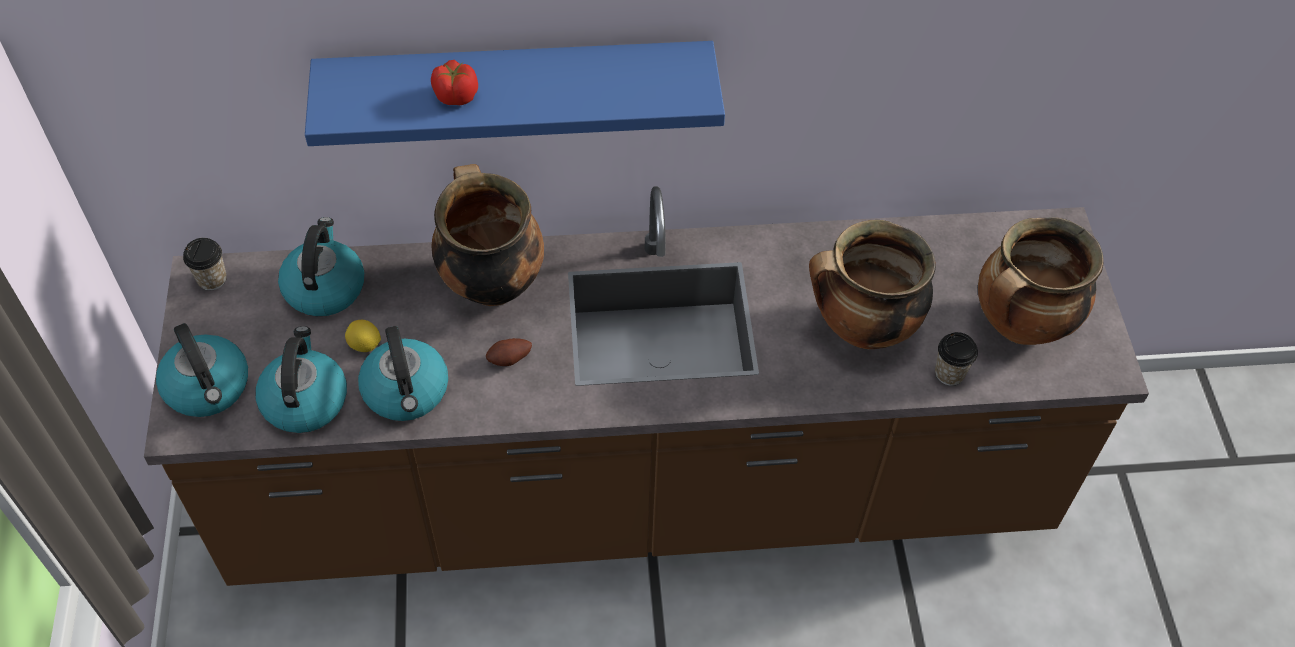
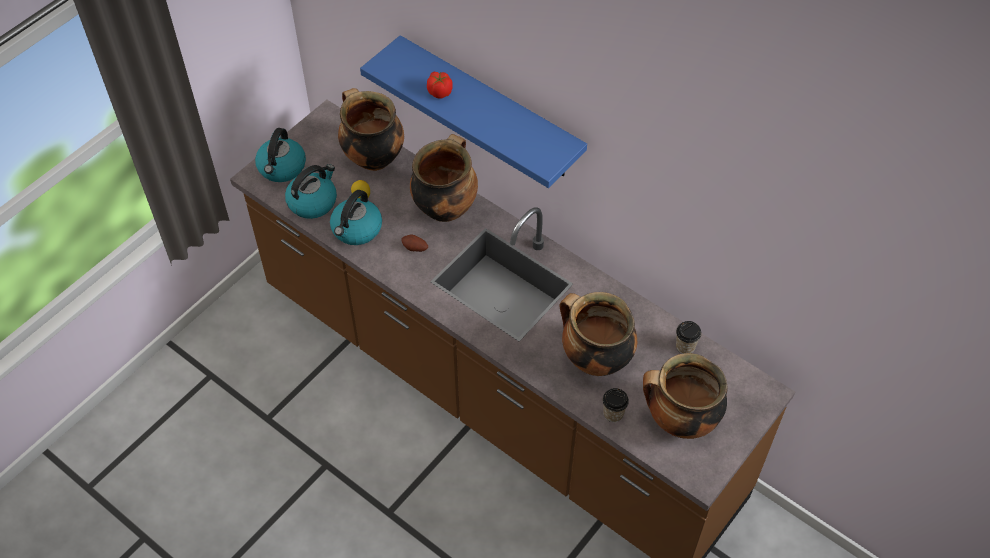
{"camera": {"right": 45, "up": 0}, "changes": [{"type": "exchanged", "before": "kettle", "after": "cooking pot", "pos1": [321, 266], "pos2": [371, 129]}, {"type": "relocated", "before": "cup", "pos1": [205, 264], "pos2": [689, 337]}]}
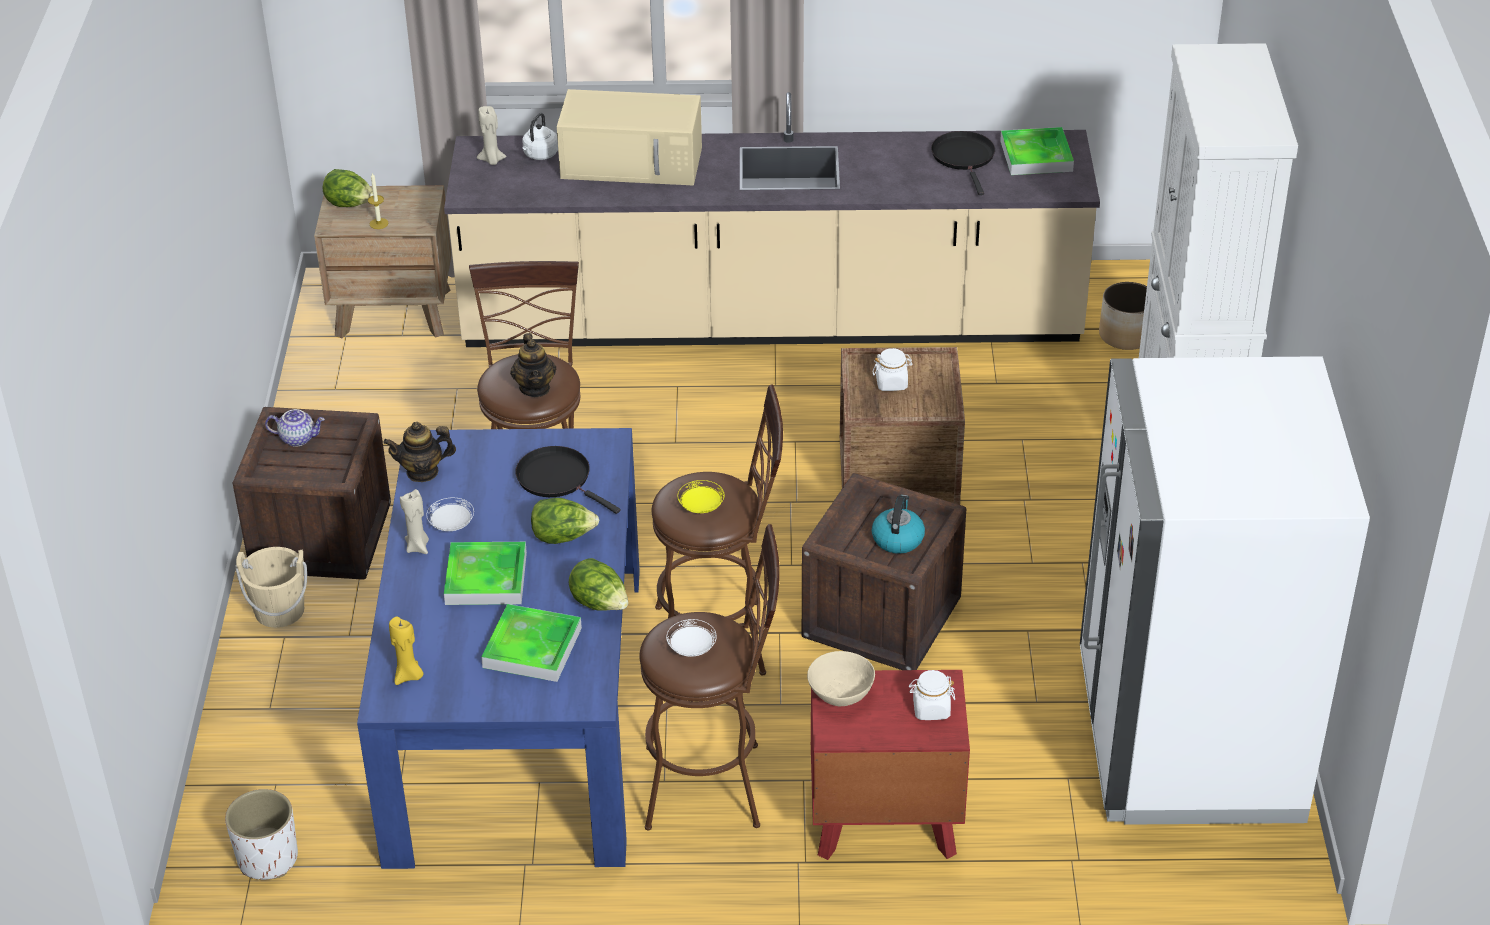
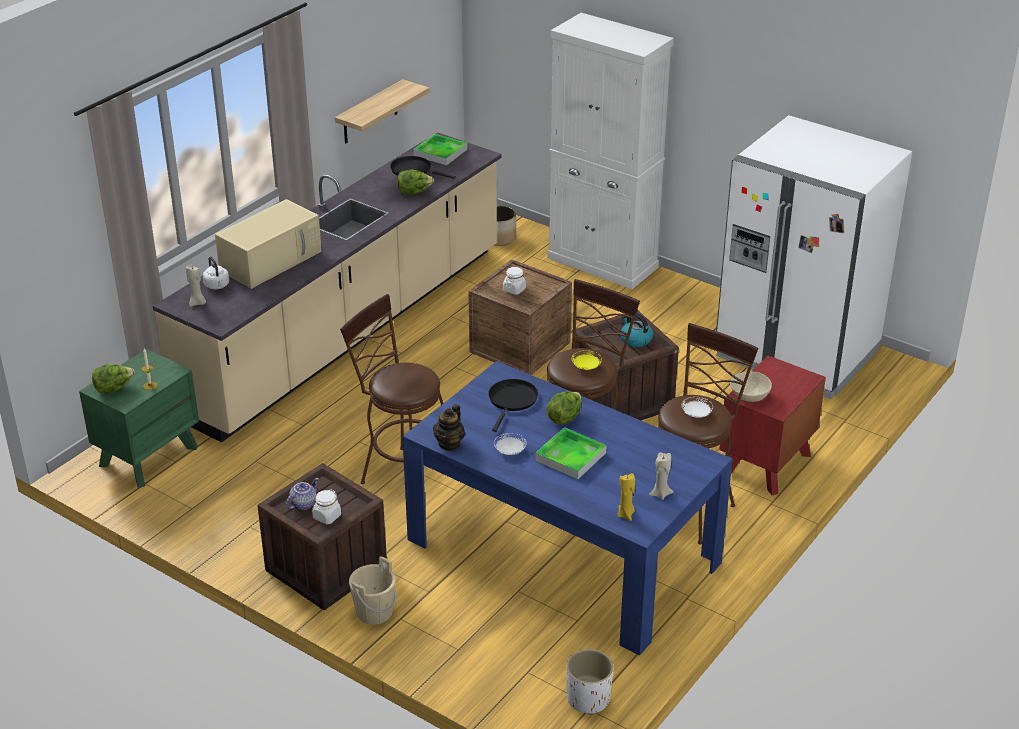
{"camera": {"right": -55, "up": -5}, "changes": [{"type": "colour", "before": "nightstand (brown)", "after": "nightstand (green)", "pos1": [382, 261], "pos2": [139, 418]}, {"type": "relocated", "before": "jar (white)", "pos1": [932, 695], "pos2": [326, 506]}, {"type": "appeared", "after": "shelf", "pos2": [382, 111]}, {"type": "relocated", "before": "lettuce", "pos1": [598, 584], "pos2": [415, 182]}, {"type": "spun", "before": "frying pan (black)", "pos1": [568, 480], "pos2": [513, 405], "turn": 120}, {"type": "relocated", "before": "candle (beige)", "pos1": [414, 521], "pos2": [661, 476]}, {"type": "missing", "before": "tray", "pos1": [531, 643]}, {"type": "missing", "before": "teapot", "pos1": [533, 365]}]}
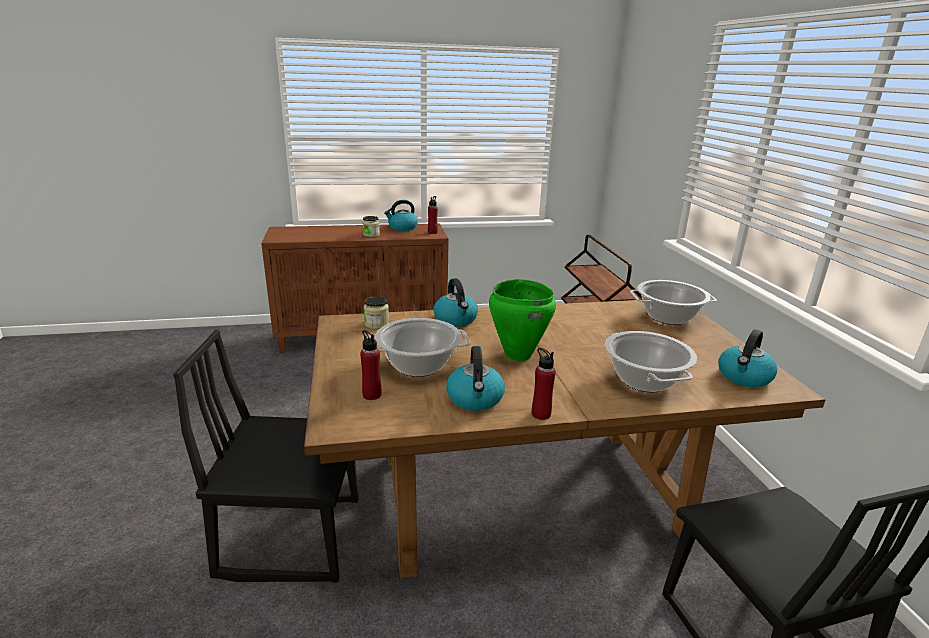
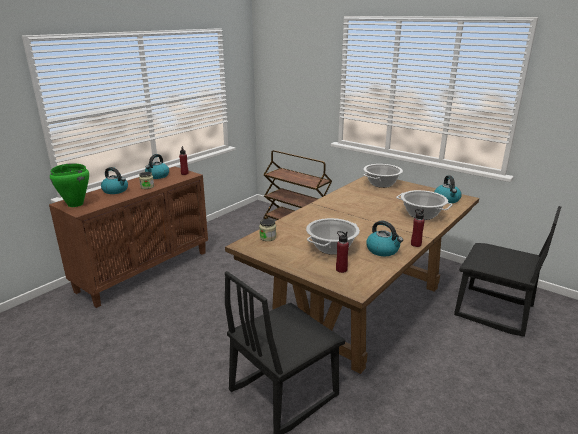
{"camera": {"right": -40, "up": 0}, "changes": [{"type": "relocated", "before": "cooking pot (green)", "pos1": [522, 320], "pos2": [69, 185]}, {"type": "relocated", "before": "kettle", "pos1": [455, 302], "pos2": [114, 180]}]}
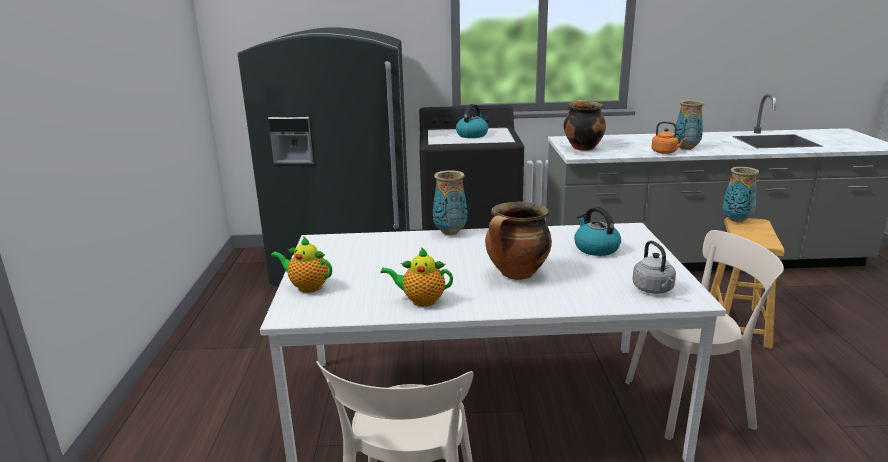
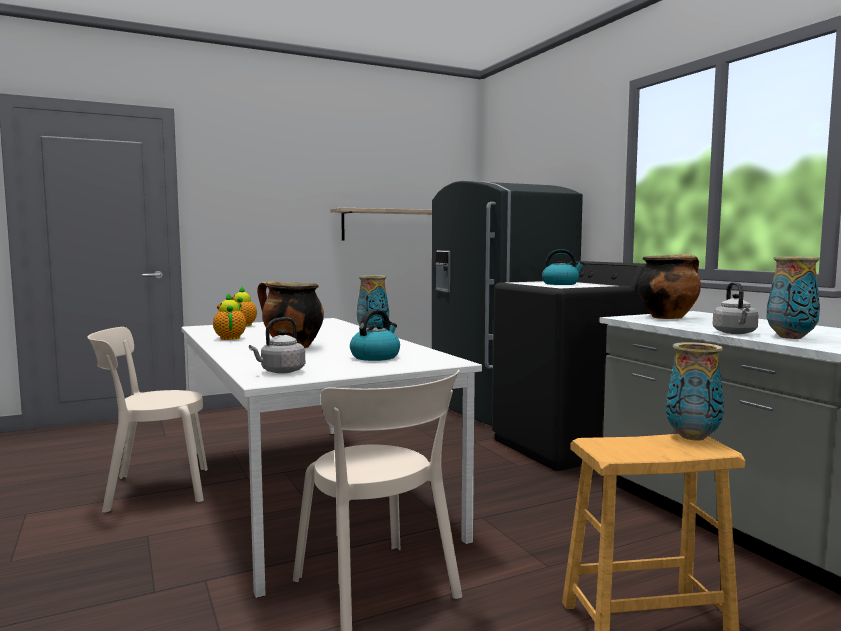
{"camera": {"right": 65, "up": -15}, "changes": [{"type": "appeared", "after": "shelf", "pos2": [381, 223]}, {"type": "colour", "before": "kettle (orange)", "after": "kettle (grey)", "pos1": [668, 137], "pos2": [736, 308]}]}
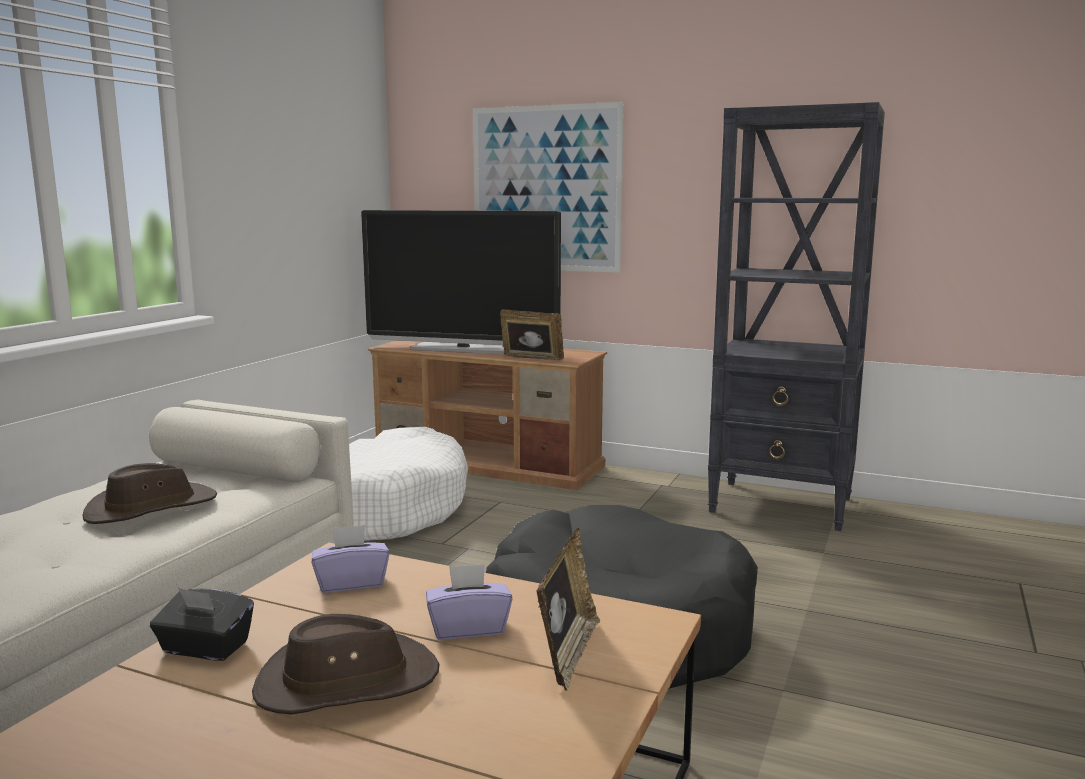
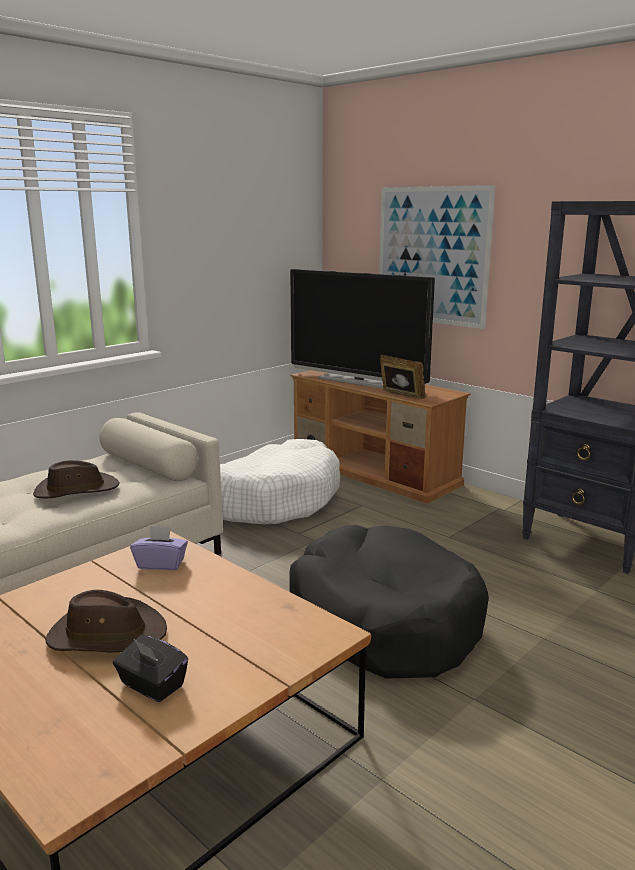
{"camera": {"right": 20, "up": 5}, "changes": [{"type": "relocated", "before": "tissue box (black)", "pos1": [202, 624], "pos2": [150, 668]}, {"type": "missing", "before": "tissue box (purple)", "pos1": [469, 601]}, {"type": "missing", "before": "picture frame", "pos1": [568, 609]}]}
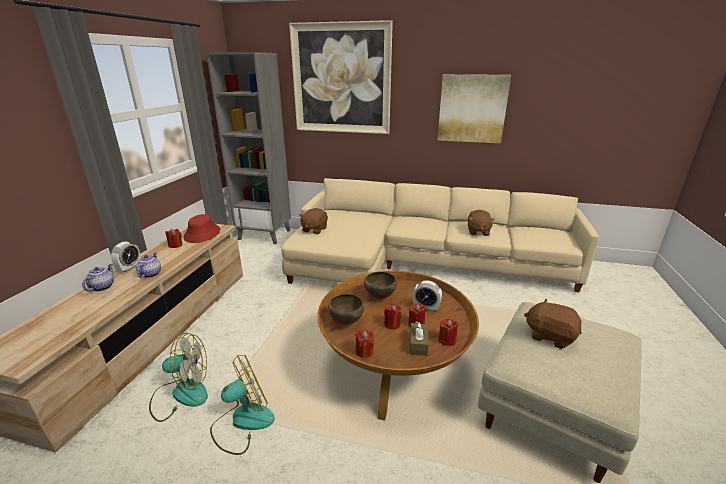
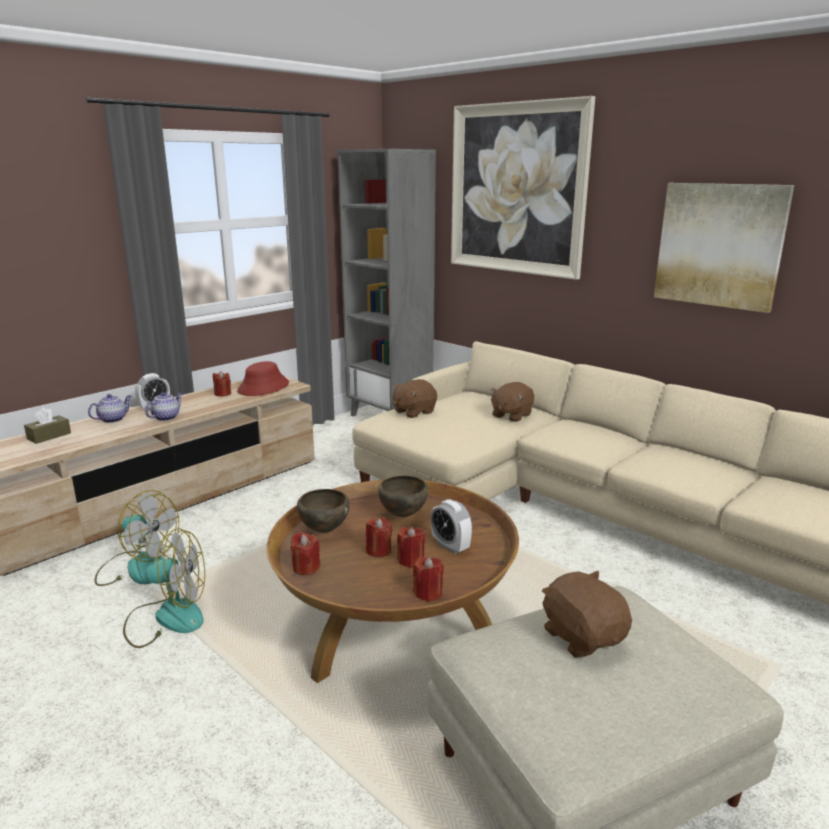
{"camera": {"right": 30, "up": -5}, "changes": [{"type": "relocated", "before": "tissue box (brown)", "pos1": [419, 338], "pos2": [47, 425]}, {"type": "relocated", "before": "plush toy (brown)", "pos1": [481, 223], "pos2": [512, 402]}]}
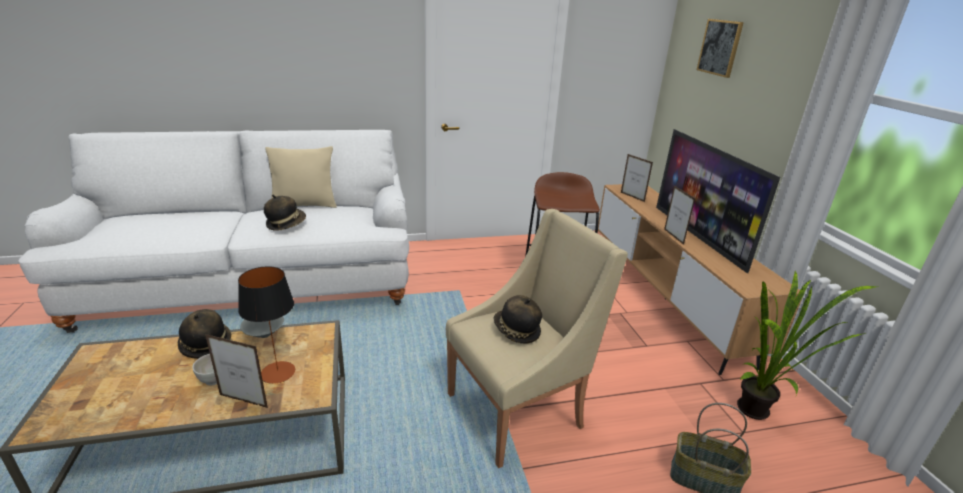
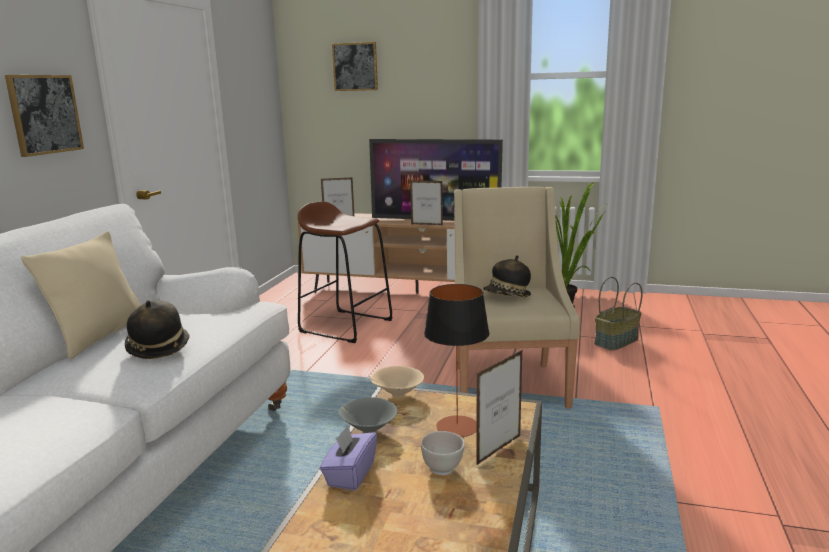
{"camera": {"right": -60, "up": -10}, "changes": [{"type": "appeared", "after": "picture", "pos2": [44, 116]}, {"type": "exchanged", "before": "hat", "after": "tissue box (purple)", "pos1": [204, 334], "pos2": [348, 457]}, {"type": "appeared", "after": "bowl (beige)", "pos2": [397, 381]}]}
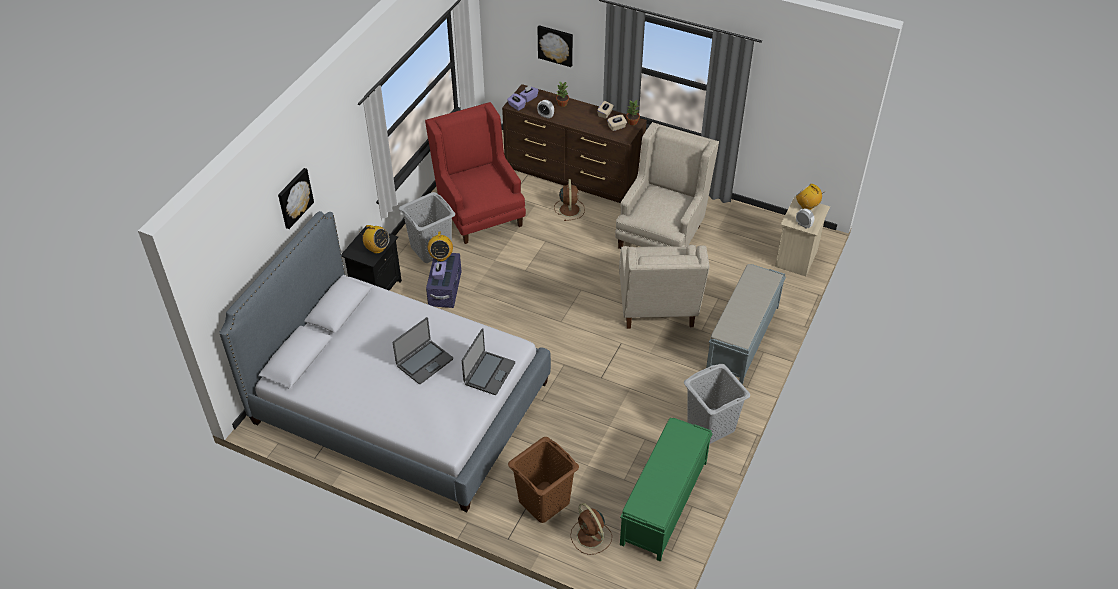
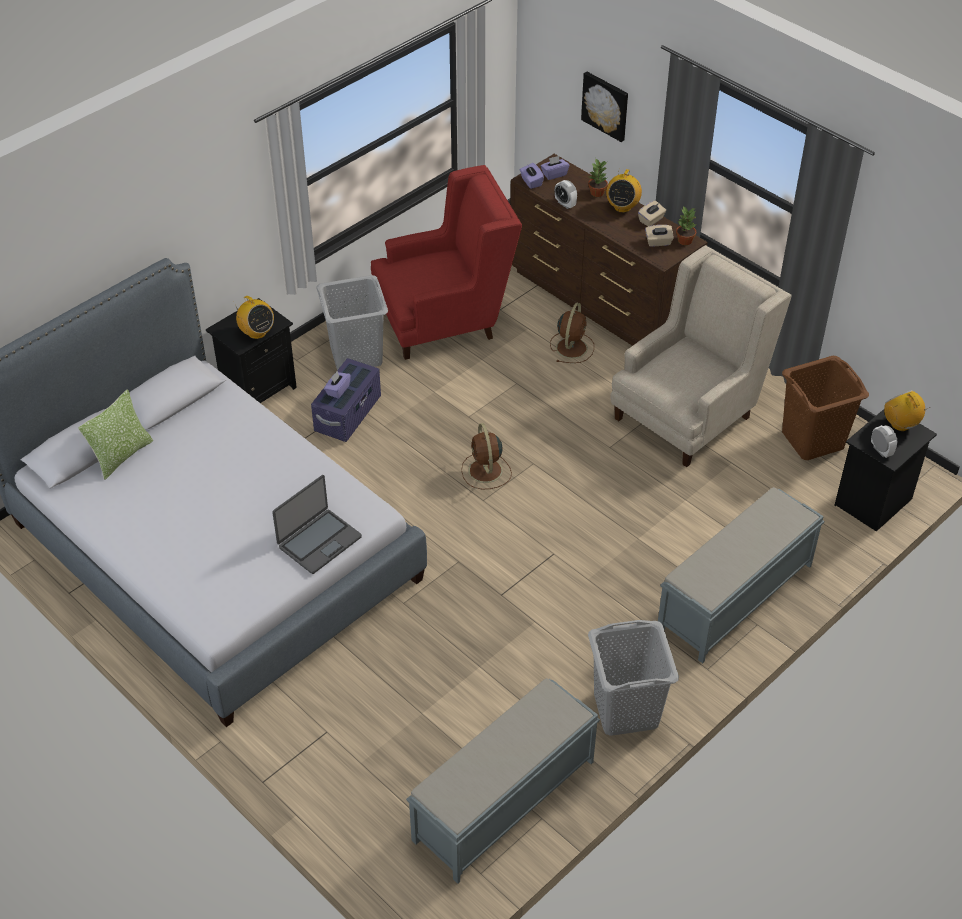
{"camera": {"right": 20, "up": 0}, "changes": [{"type": "appeared", "after": "pillow", "pos2": [115, 434]}, {"type": "spun", "before": "armchair (red)", "pos1": [475, 173], "pos2": [446, 262], "turn": 75}, {"type": "colour", "before": "bench (green)", "after": "bench (grey)", "pos1": [666, 490], "pos2": [503, 781]}, {"type": "relocated", "before": "fan (brown)", "pos1": [591, 529], "pos2": [486, 456]}, {"type": "relocated", "before": "radio", "pos1": [440, 246], "pos2": [624, 191]}, {"type": "relocated", "before": "laundry basket (brown)", "pos1": [543, 480], "pos2": [825, 408]}, {"type": "colour", "before": "nightstand (beige)", "after": "nightstand (black)", "pos1": [802, 236], "pos2": [885, 470]}, {"type": "missing", "before": "picture", "pos1": [296, 198]}, {"type": "missing", "before": "laptop", "pos1": [423, 350]}, {"type": "missing", "before": "armchair (beige)", "pos1": [664, 287]}]}
